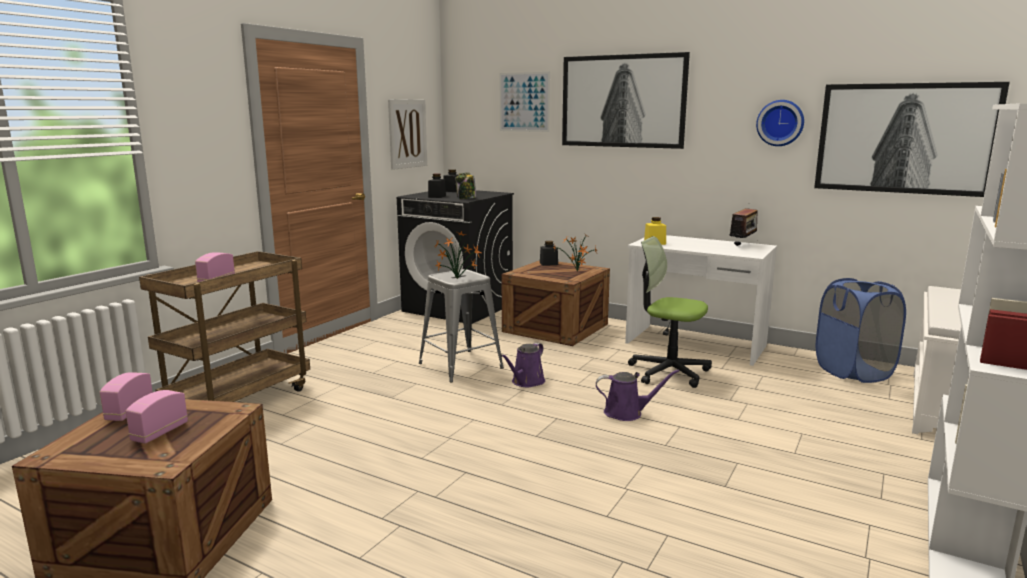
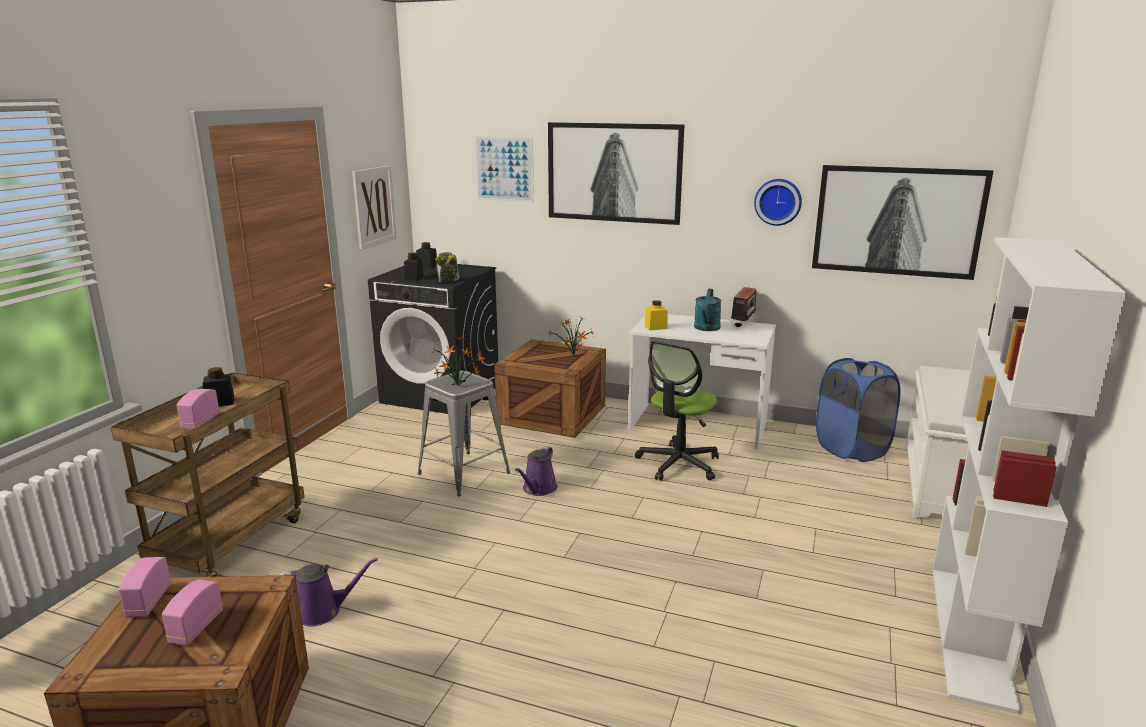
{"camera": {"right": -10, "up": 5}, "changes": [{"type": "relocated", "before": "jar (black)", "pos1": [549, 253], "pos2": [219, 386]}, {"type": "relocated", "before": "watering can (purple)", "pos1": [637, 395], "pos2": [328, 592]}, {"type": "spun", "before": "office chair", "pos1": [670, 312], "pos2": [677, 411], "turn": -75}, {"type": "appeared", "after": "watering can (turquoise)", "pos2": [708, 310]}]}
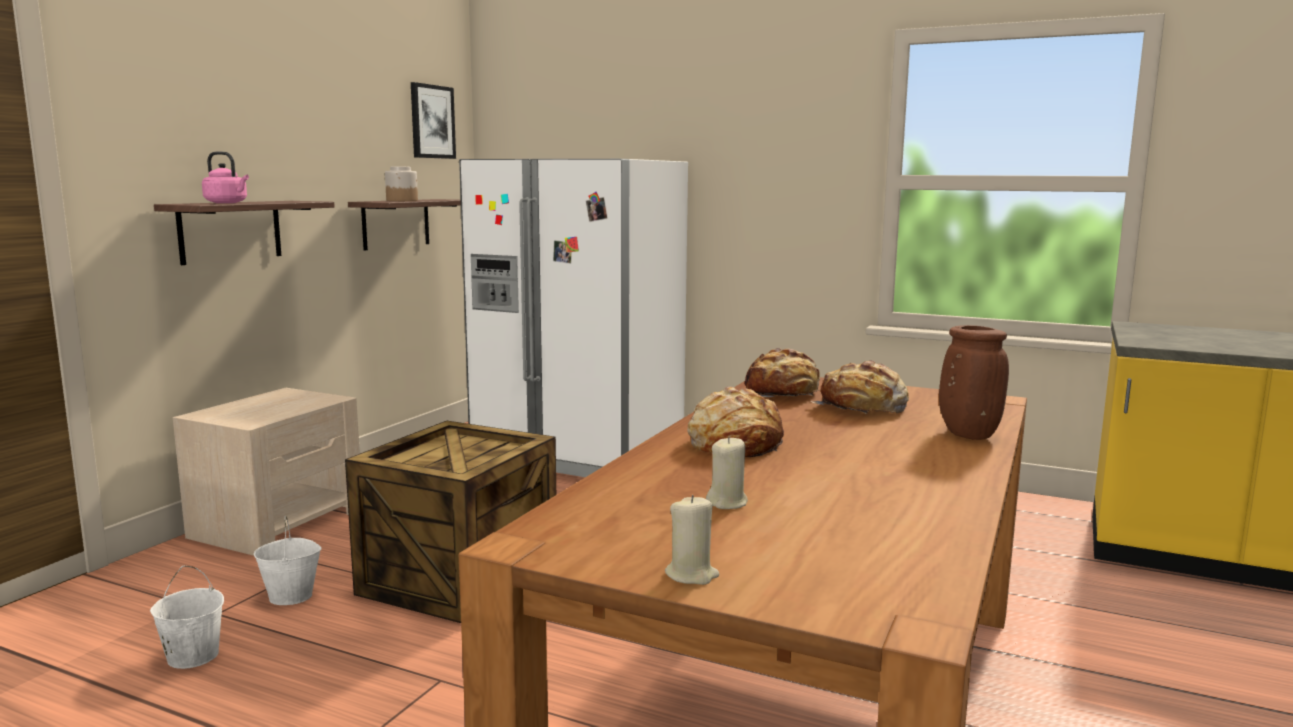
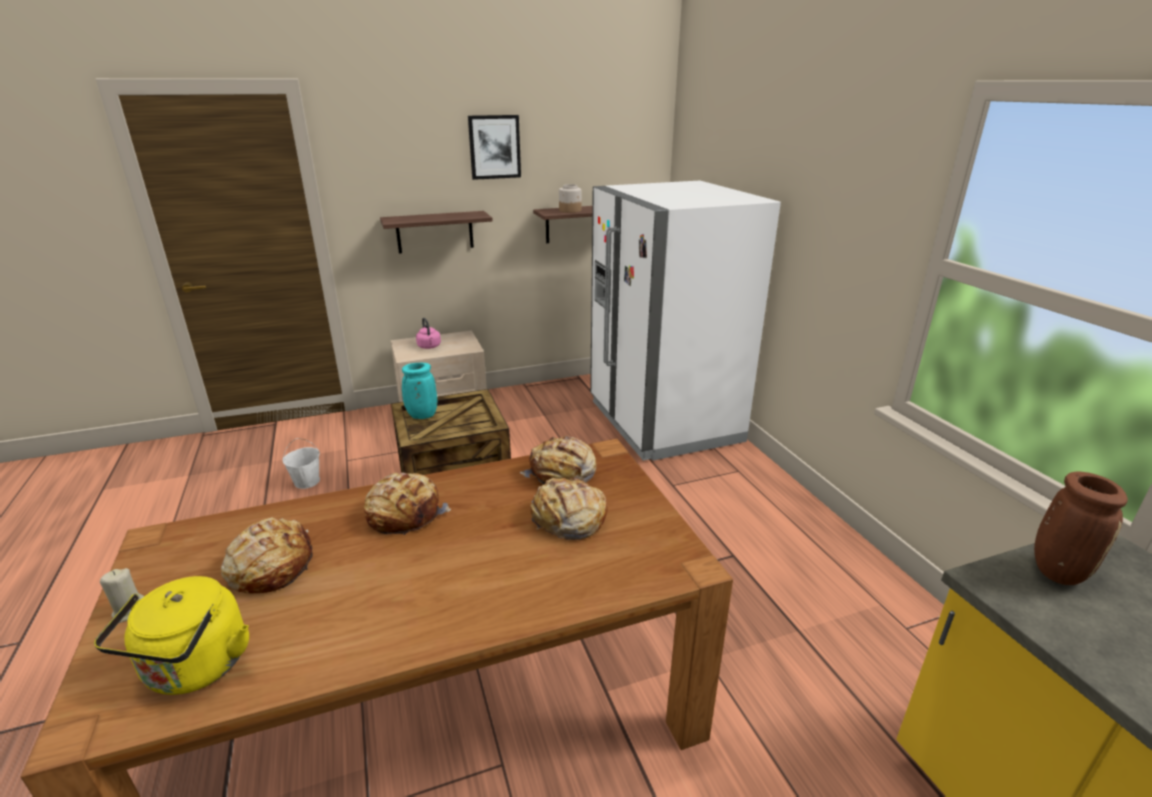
{"camera": {"right": 45, "up": 15}, "changes": [{"type": "appeared", "after": "kettle (yellow)", "pos2": [171, 635]}, {"type": "exchanged", "before": "candle (beige)", "after": "bread", "pos1": [727, 472], "pos2": [267, 555]}, {"type": "appeared", "after": "vase (turquoise)", "pos2": [419, 391]}, {"type": "relocated", "before": "kettle (pink)", "pos1": [225, 177], "pos2": [428, 333]}, {"type": "relocated", "before": "picture", "pos1": [433, 120], "pos2": [494, 147]}, {"type": "relocated", "before": "vase (brown)", "pos1": [974, 382], "pos2": [1081, 528]}, {"type": "missing", "before": "bucket (white)", "pos1": [288, 560]}]}
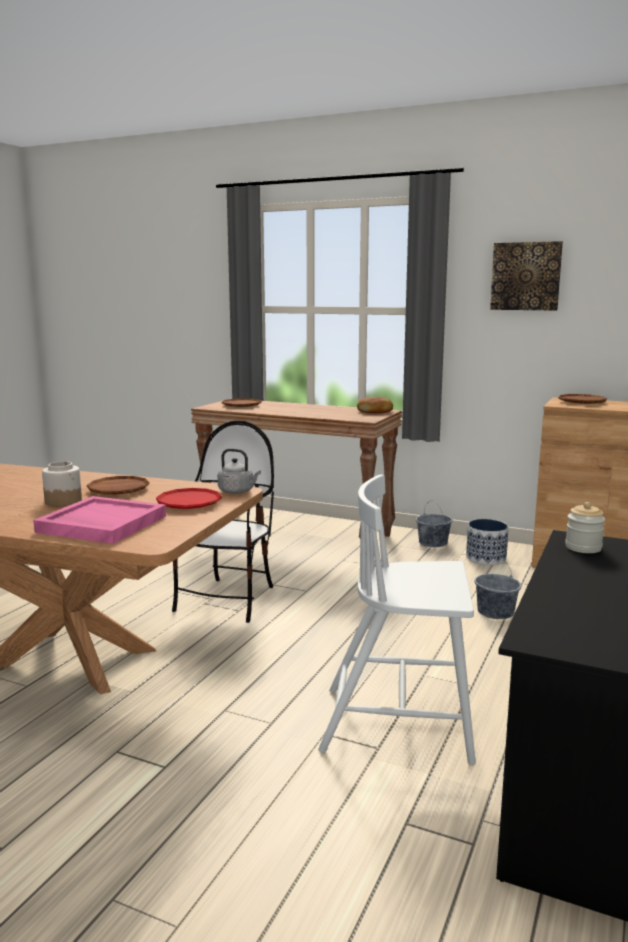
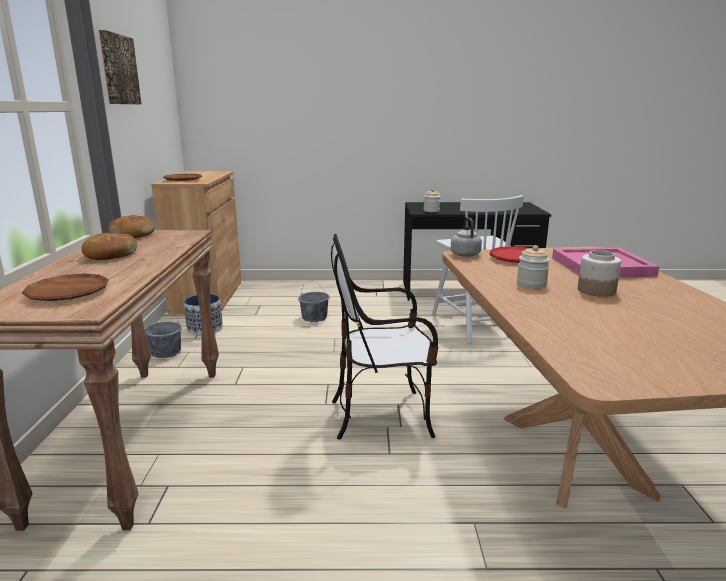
{"camera": {"right": -115, "up": 5}, "changes": [{"type": "appeared", "after": "bread", "pos2": [109, 246]}, {"type": "exchanged", "before": "plate (brown)", "after": "jar", "pos1": [118, 485], "pos2": [533, 266]}]}
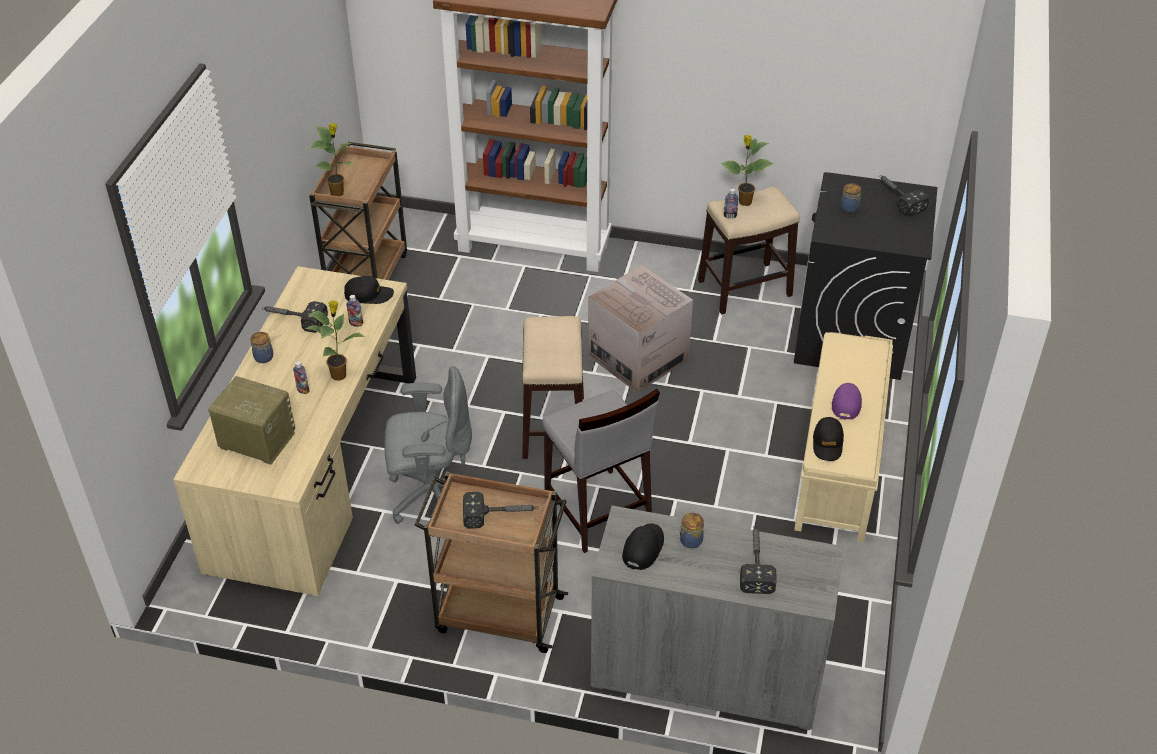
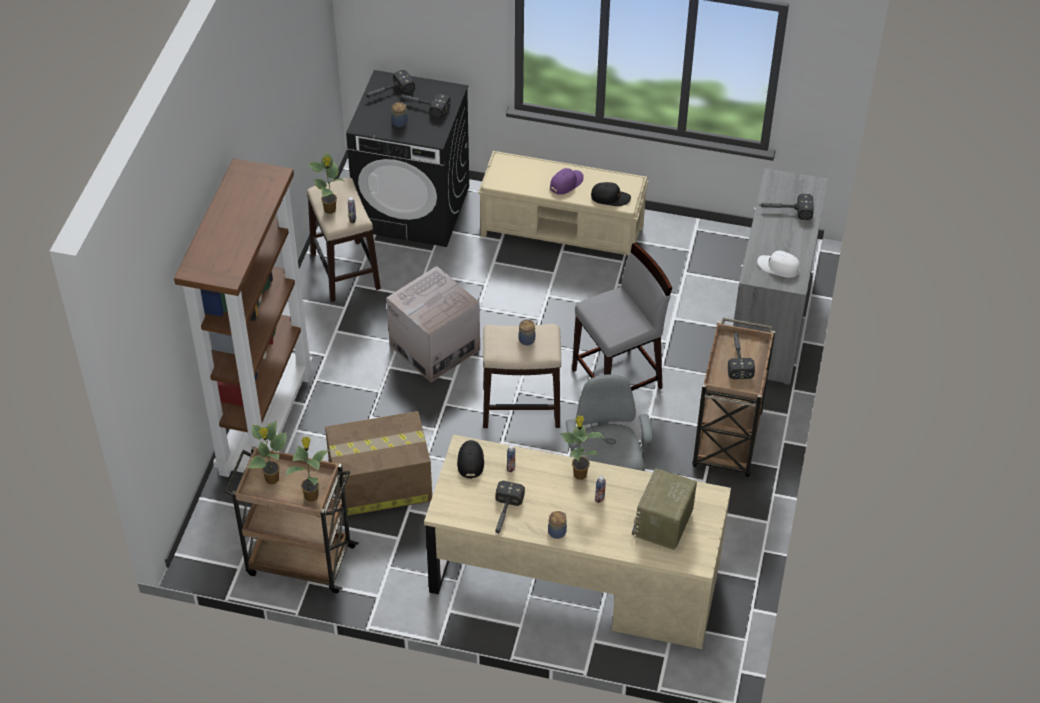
{"camera": {"right": -90, "up": 5}, "changes": [{"type": "appeared", "after": "potted plant", "pos2": [267, 452]}, {"type": "appeared", "after": "cardboard box", "pos2": [378, 463]}, {"type": "appeared", "after": "hammer", "pos2": [424, 106]}, {"type": "relocated", "before": "jar", "pos1": [691, 530], "pos2": [526, 332]}, {"type": "spun", "before": "cap (purple)", "pos1": [847, 401], "pos2": [567, 181], "turn": 120}, {"type": "colour", "before": "cap (black)", "after": "cap (white)", "pos1": [643, 546], "pos2": [778, 264]}]}
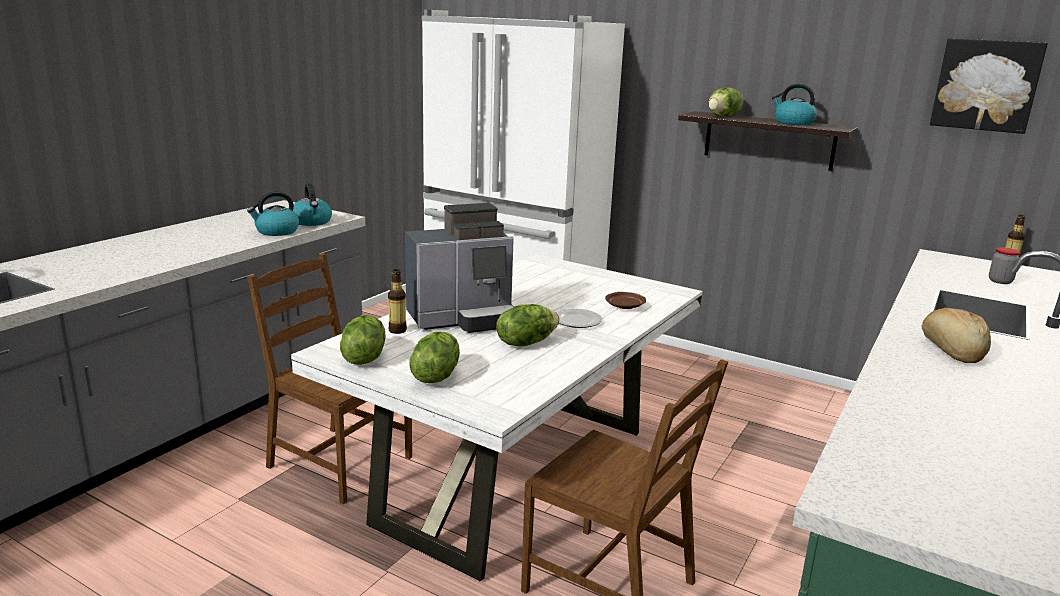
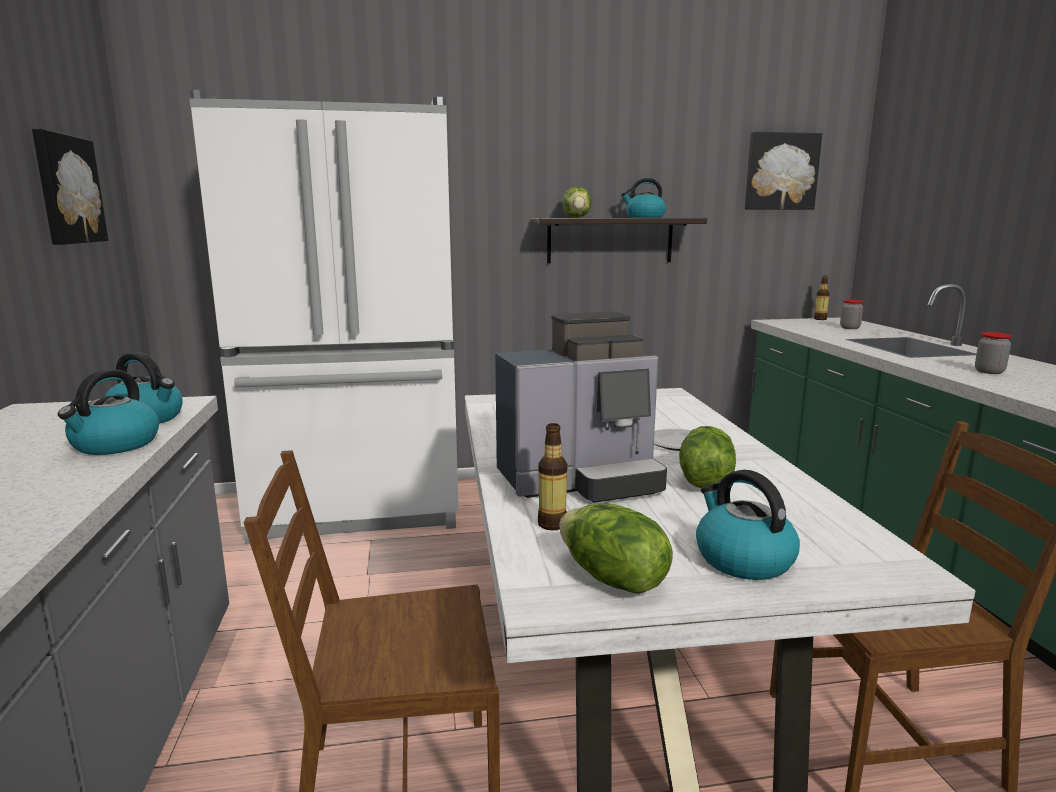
{"camera": {"right": -40, "up": -5}, "changes": [{"type": "appeared", "after": "picture", "pos2": [70, 187]}, {"type": "spun", "before": "coffee machine", "pos1": [459, 268], "pos2": [581, 407], "turn": 45}, {"type": "exchanged", "before": "lettuce", "after": "kettle", "pos1": [434, 357], "pos2": [748, 525]}, {"type": "exchanged", "before": "bread", "after": "jar", "pos1": [956, 335], "pos2": [993, 353]}, {"type": "missing", "before": "plate (brown)", "pos1": [625, 300]}]}
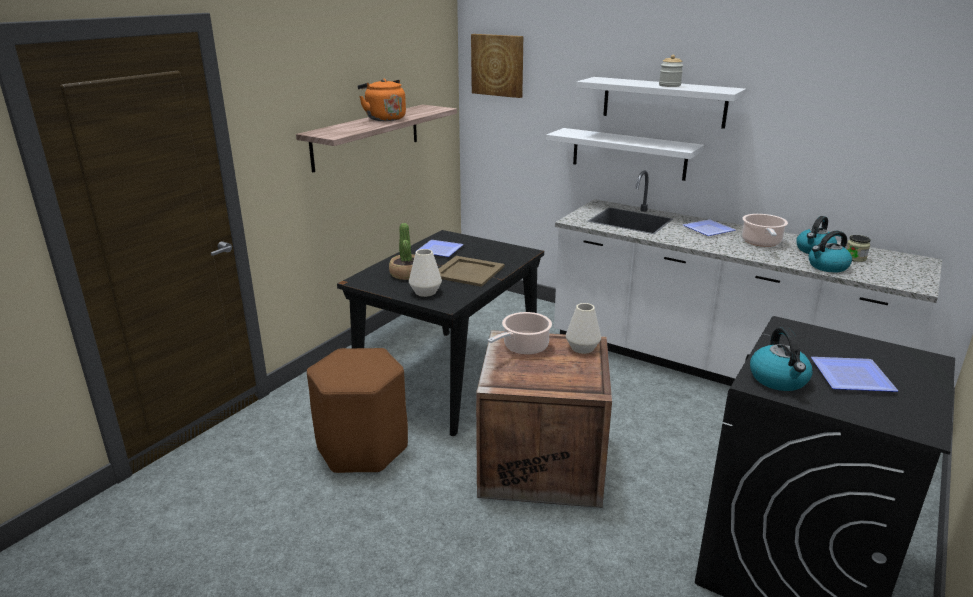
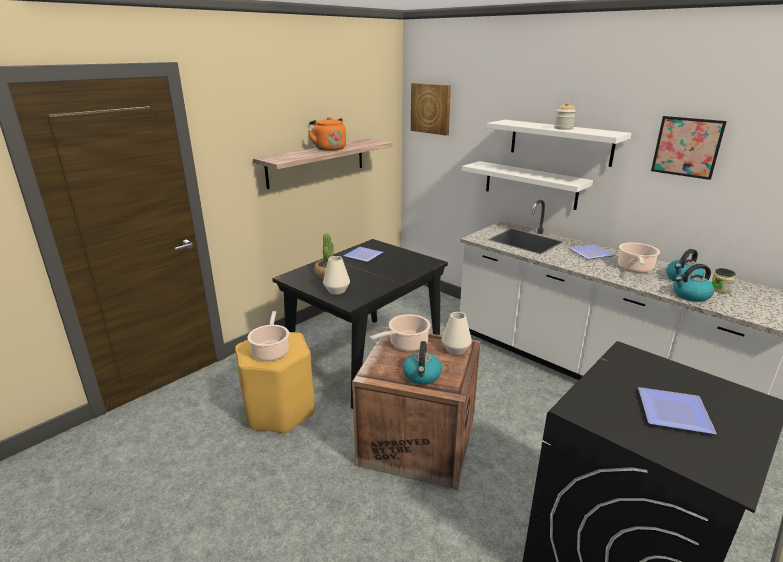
{"camera": {"right": 10, "up": 0}, "changes": [{"type": "colour", "before": "stool (brown)", "after": "stool (yellow)", "pos1": [357, 410], "pos2": [275, 383]}, {"type": "appeared", "after": "cooking pot", "pos2": [268, 336]}, {"type": "relocated", "before": "kettle", "pos1": [781, 359], "pos2": [422, 363]}, {"type": "appeared", "after": "picture", "pos2": [689, 148]}, {"type": "missing", "before": "tray (beige)", "pos1": [472, 271]}]}
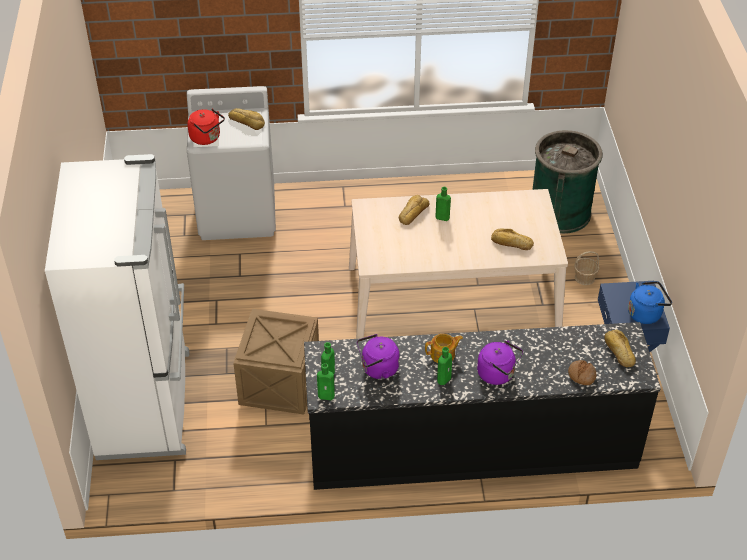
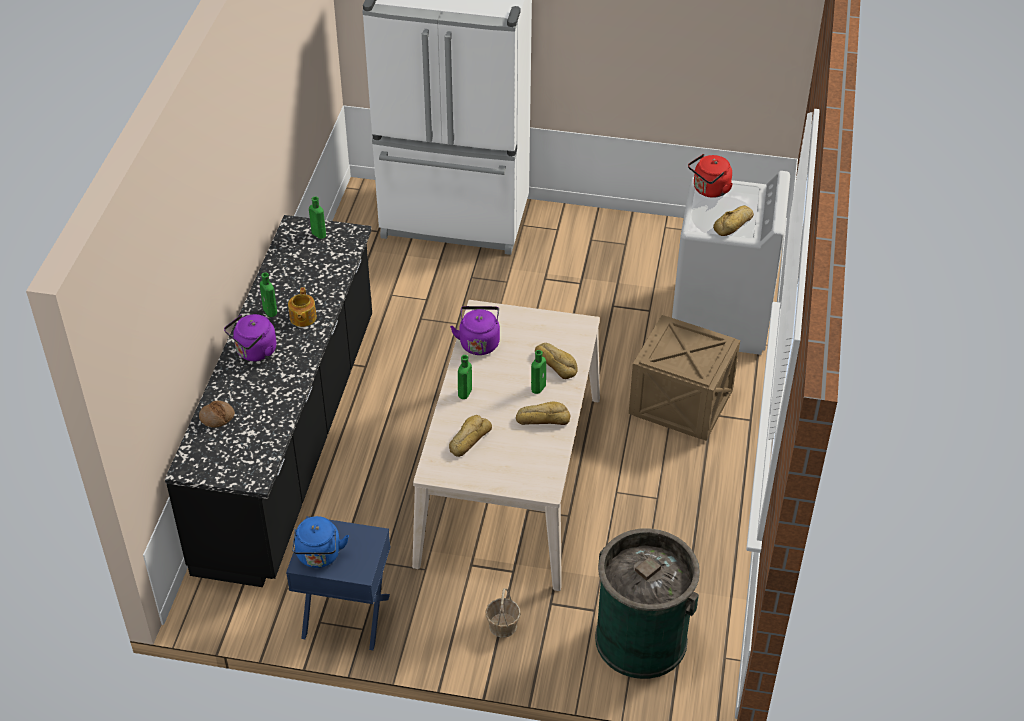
{"camera": {"right": 105, "up": 0}, "changes": [{"type": "relocated", "before": "kettle (purple)", "pos1": [378, 356], "pos2": [475, 330]}, {"type": "relocated", "before": "bottle (green)", "pos1": [326, 381], "pos2": [465, 377]}, {"type": "relocated", "before": "bread", "pos1": [620, 348], "pos2": [543, 413]}, {"type": "relocated", "before": "crate", "pos1": [276, 361], "pos2": [684, 378]}]}
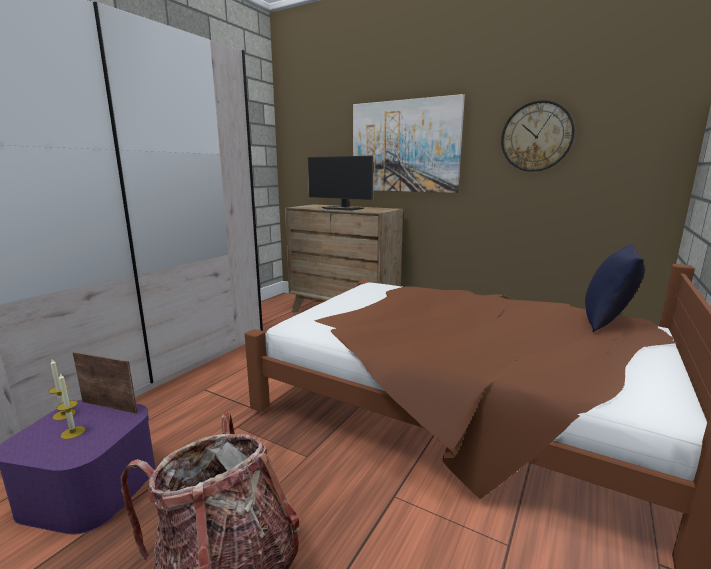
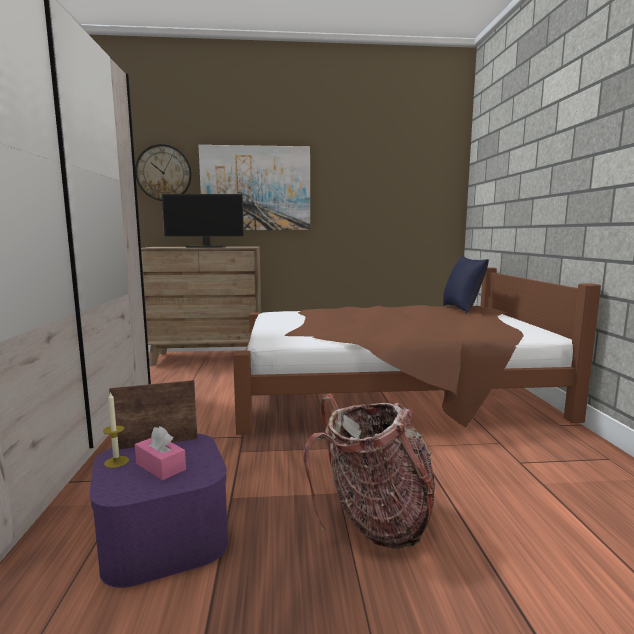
{"camera": {"right": -35, "up": -5}, "changes": [{"type": "relocated", "before": "wall clock", "pos1": [537, 136], "pos2": [163, 172]}, {"type": "exchanged", "before": "candle", "after": "tissue box (pink)", "pos1": [70, 406], "pos2": [160, 453]}]}
